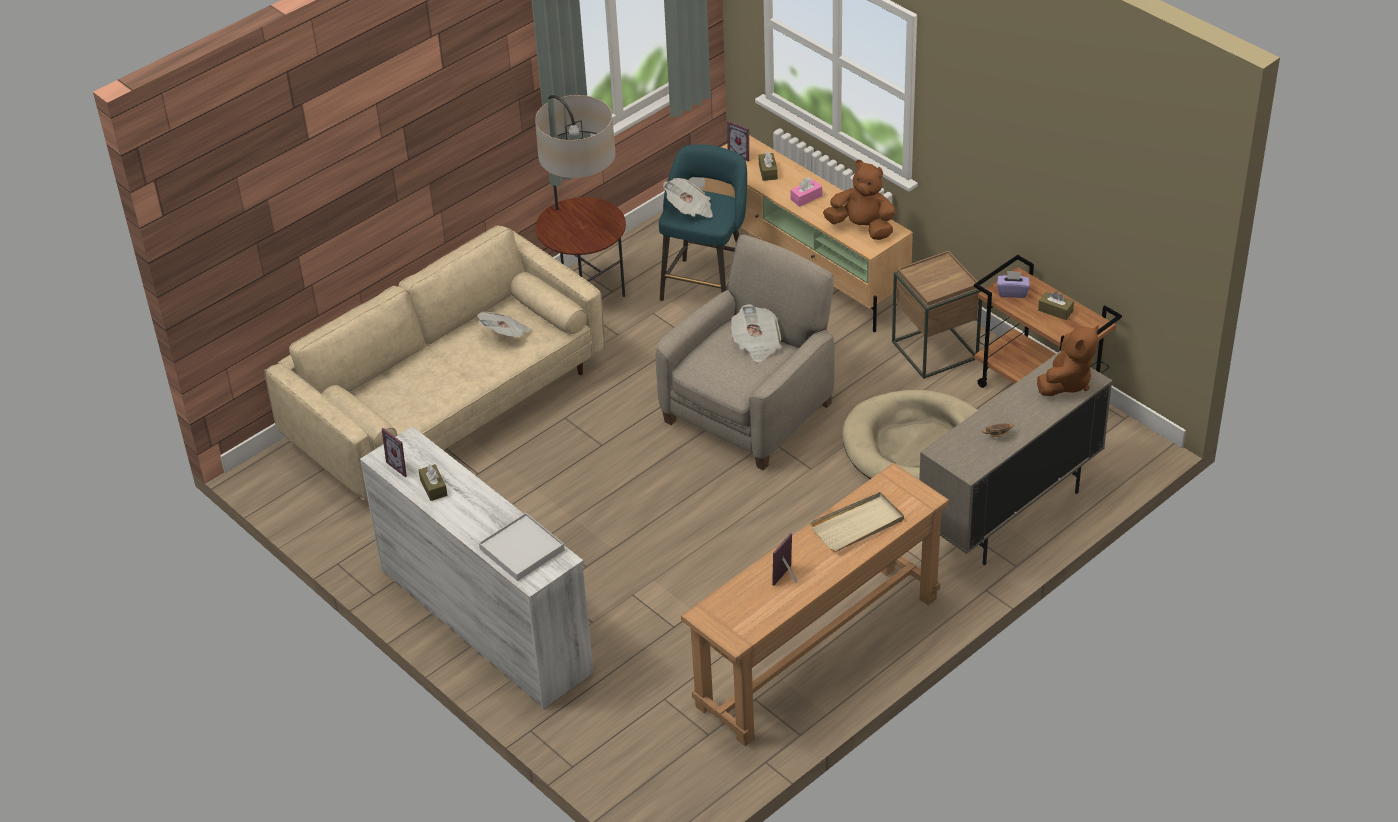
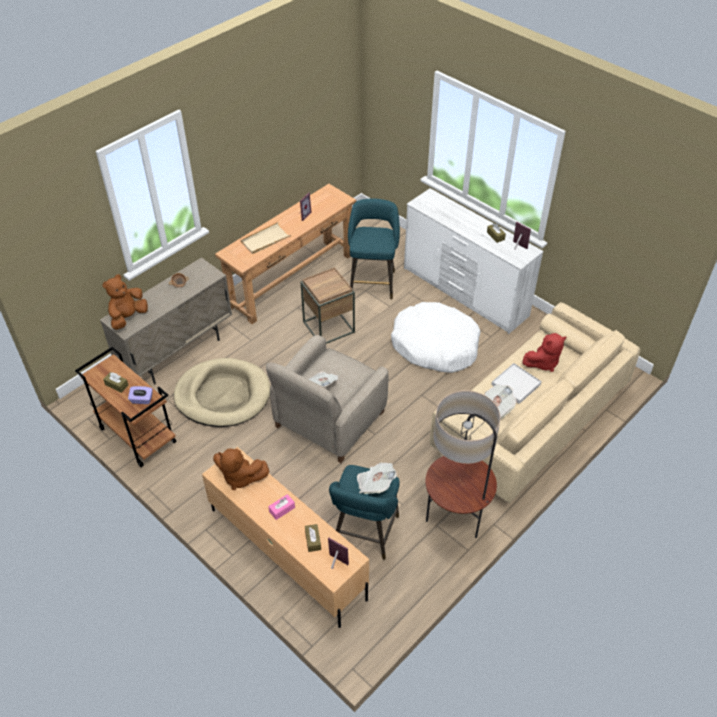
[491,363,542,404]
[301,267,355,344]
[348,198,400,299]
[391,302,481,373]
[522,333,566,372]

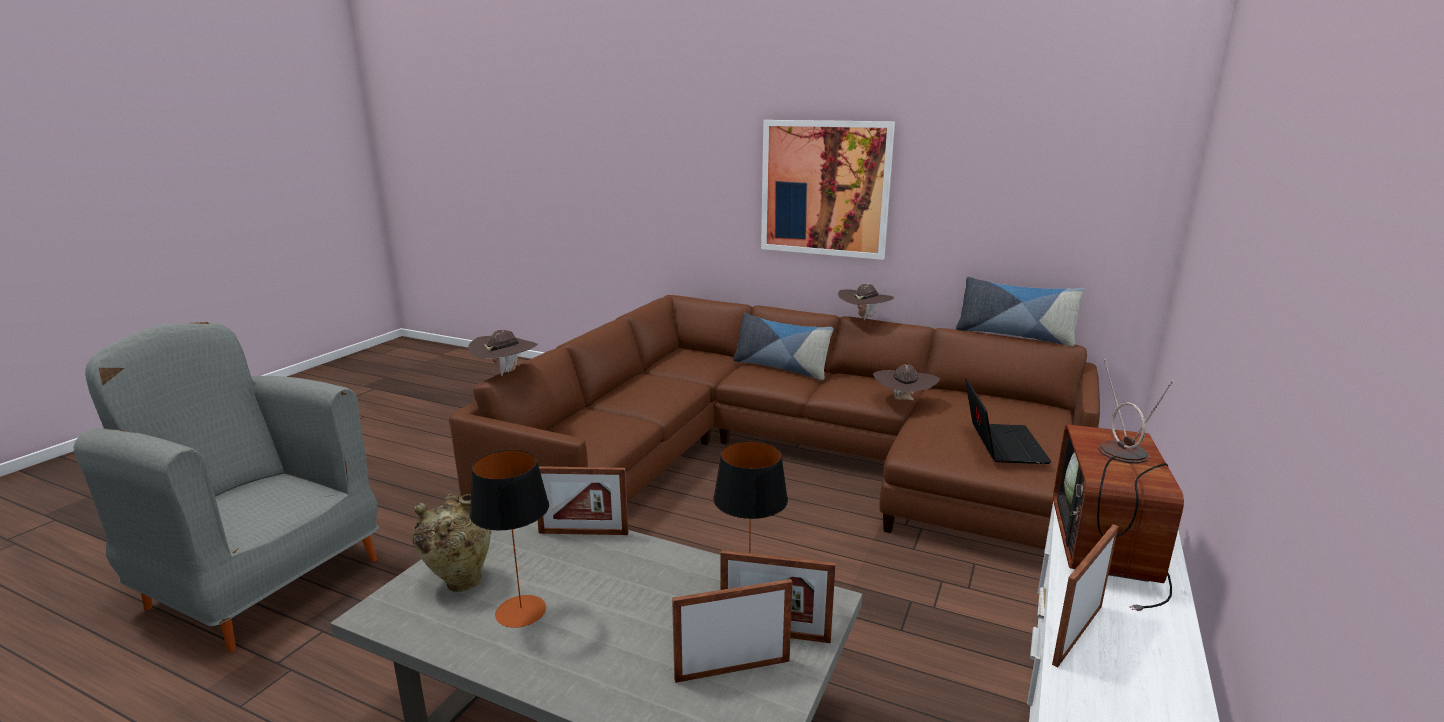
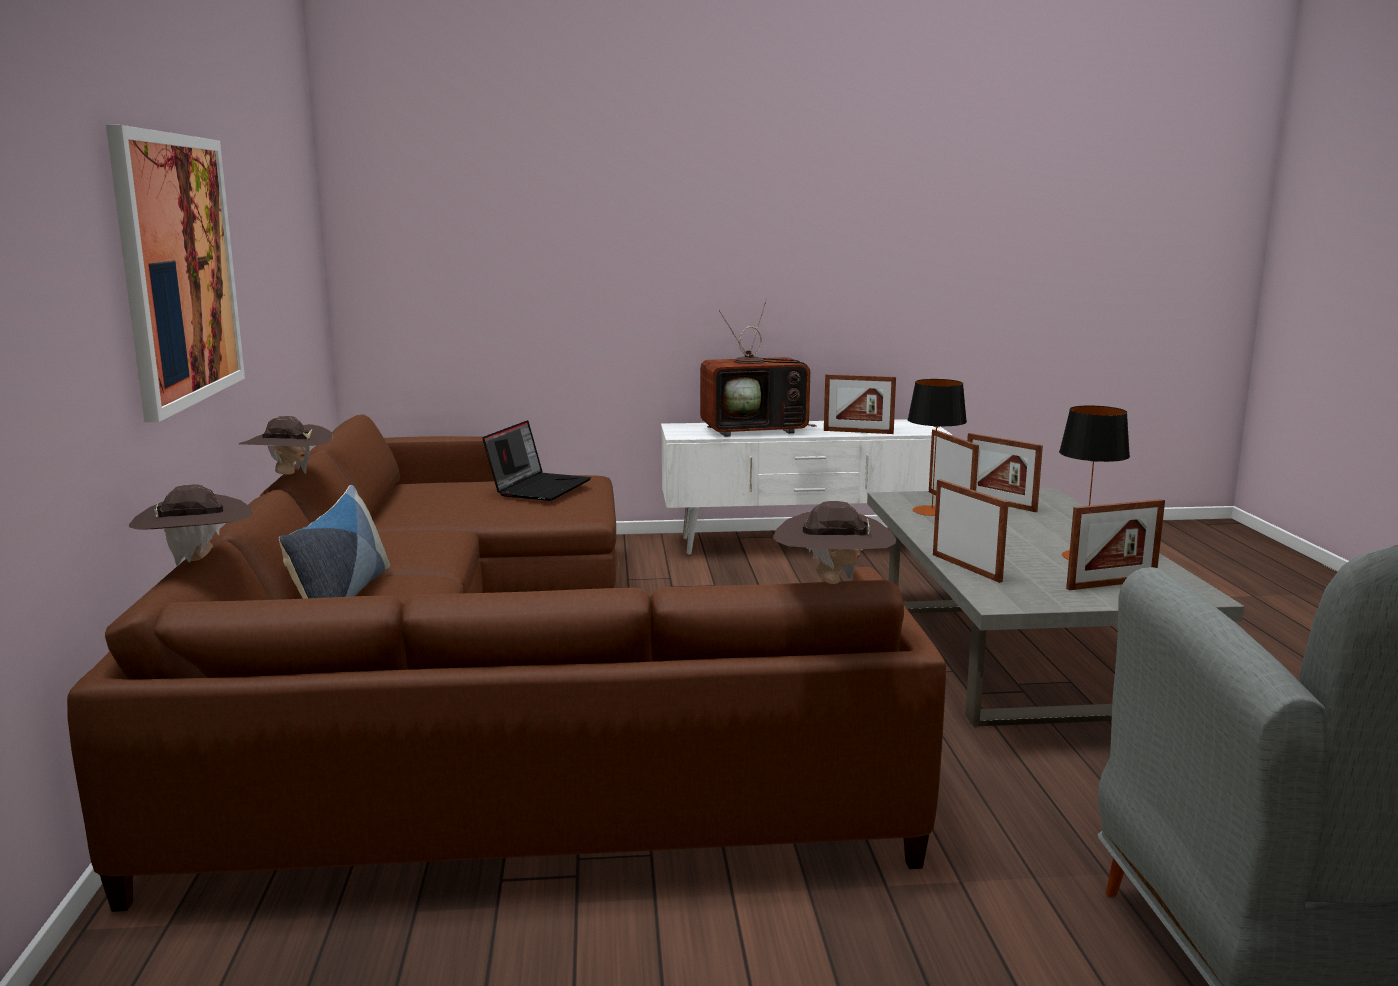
[1066,499,1165,590]
[129,484,253,566]
[956,276,1085,347] (first image)
[482,420,591,501]

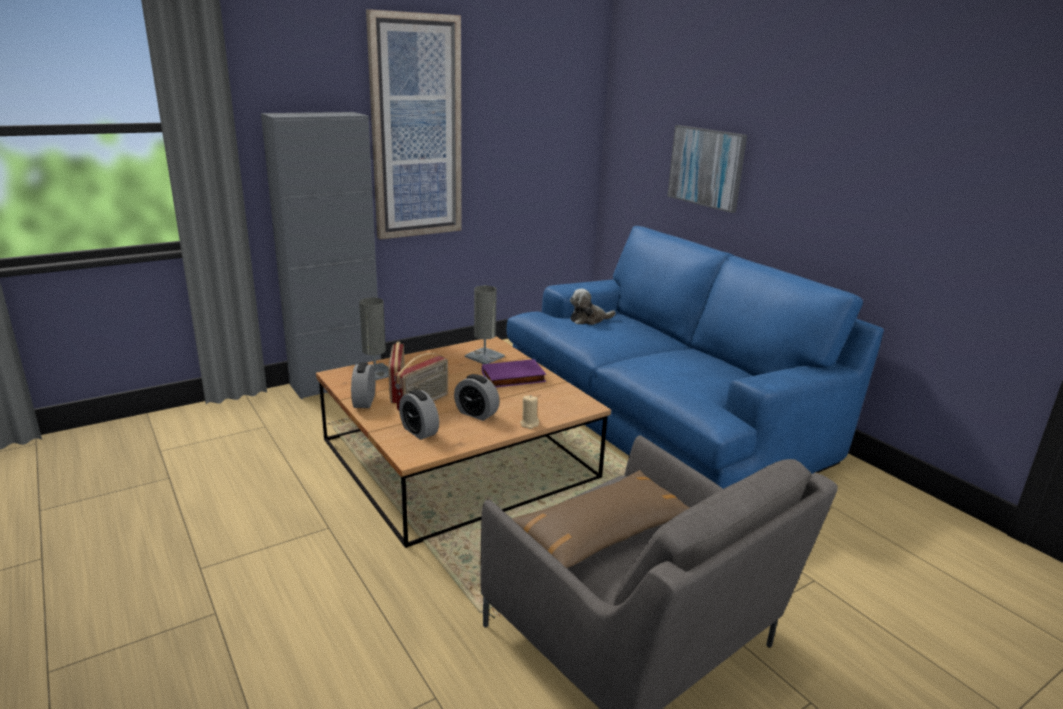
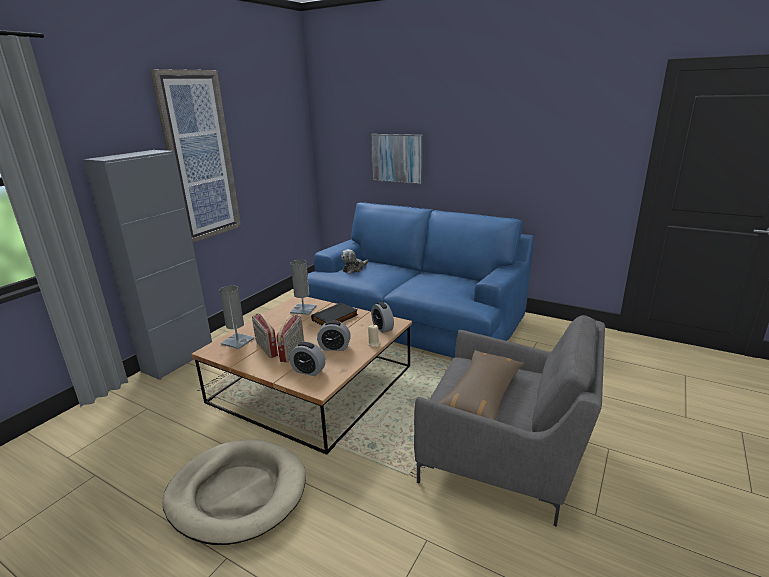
[371,302,394,333]
[311,302,358,325]
[162,439,306,545]

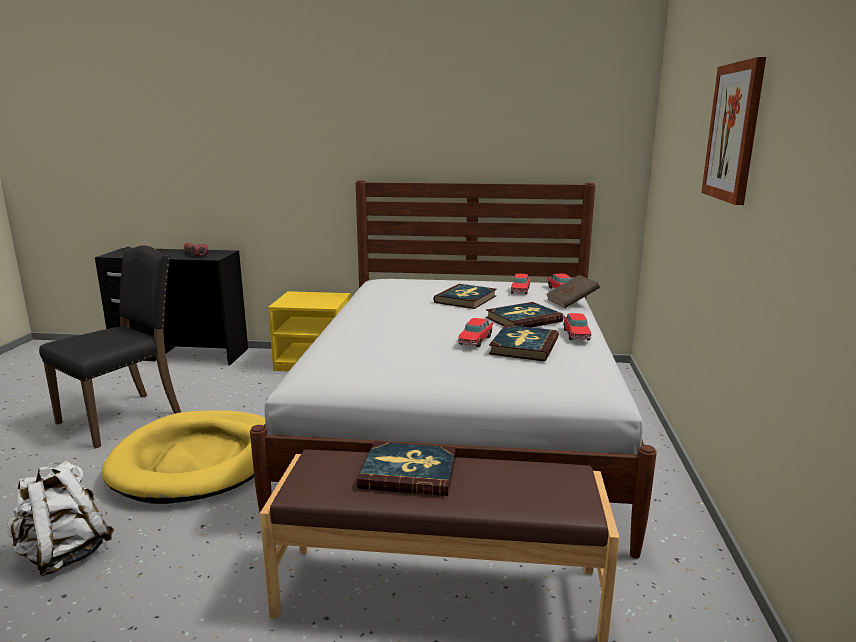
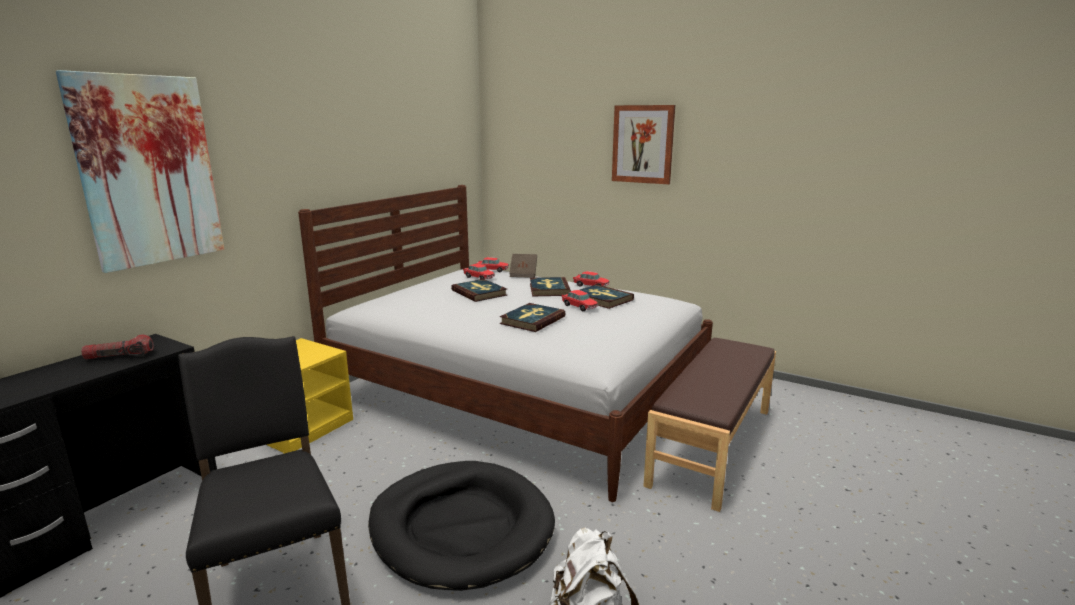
[368,461,555,591]
[500,303,566,332]
[56,70,224,273]

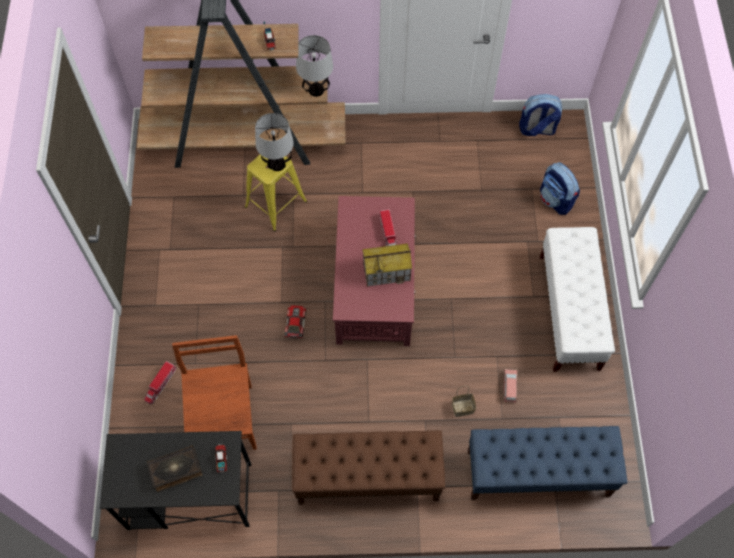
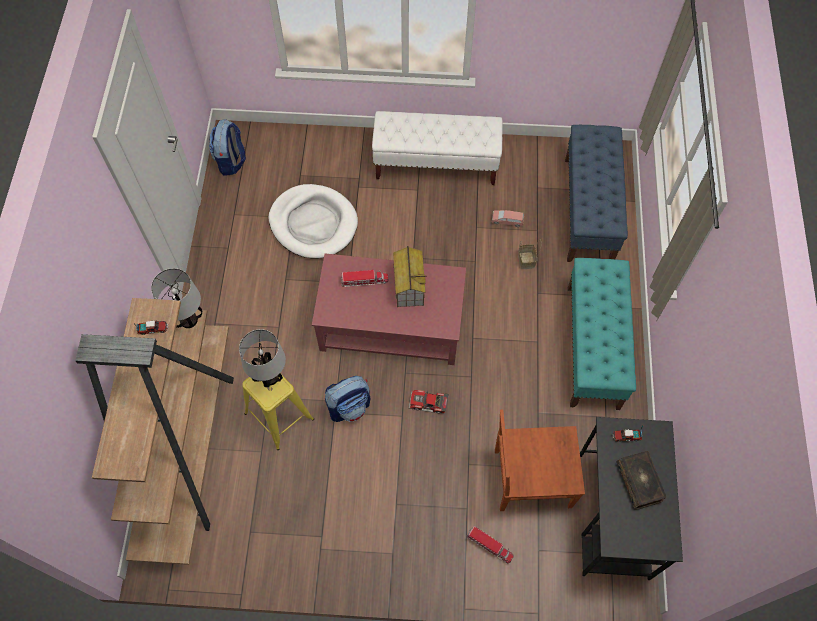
[568,258,636,410]
[325,376,370,422]
[269,184,358,259]

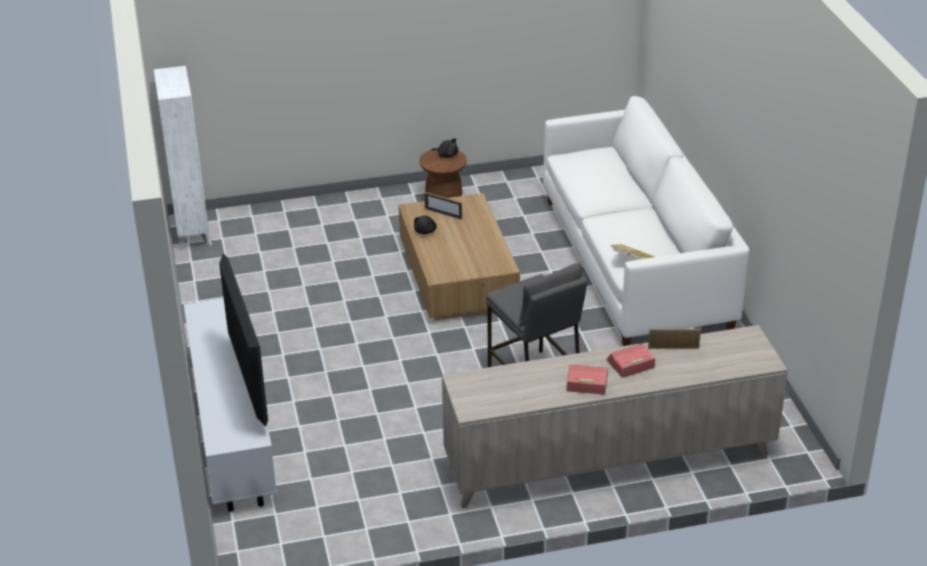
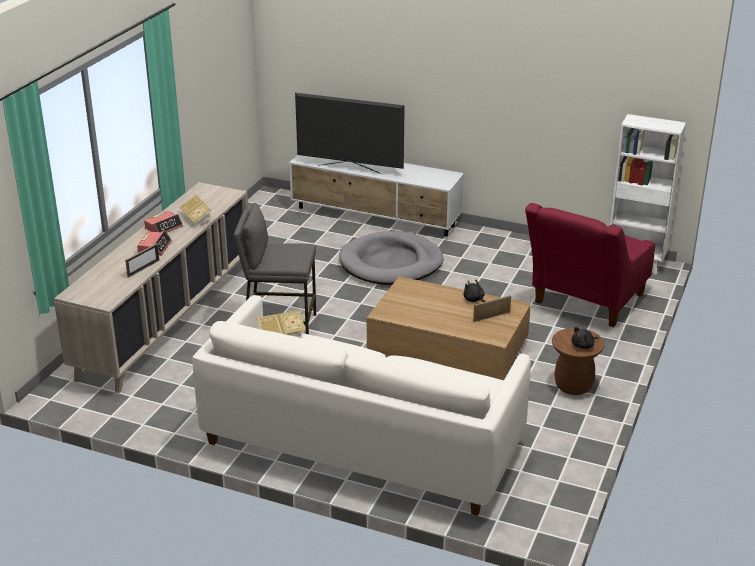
[179,194,213,227]
[339,231,444,285]
[525,203,655,327]

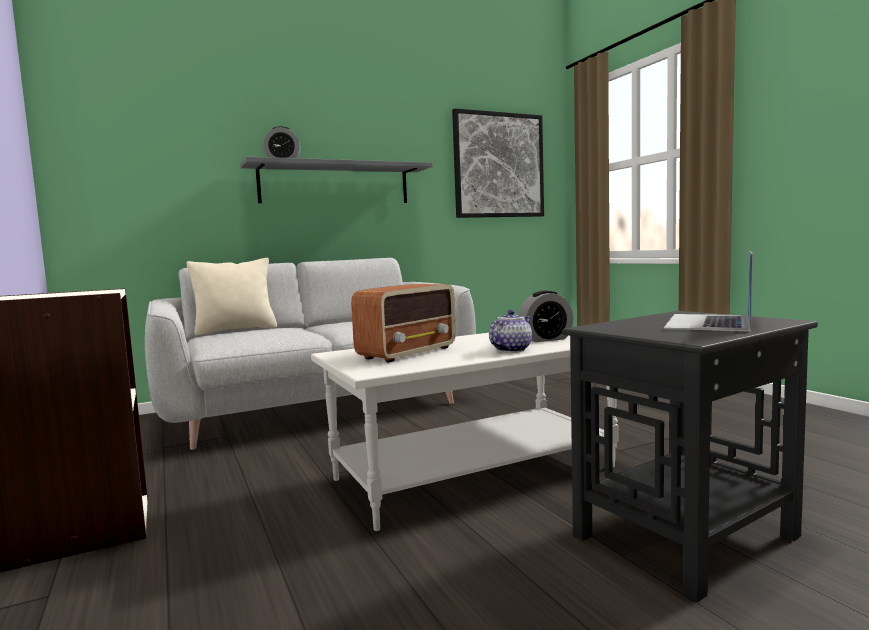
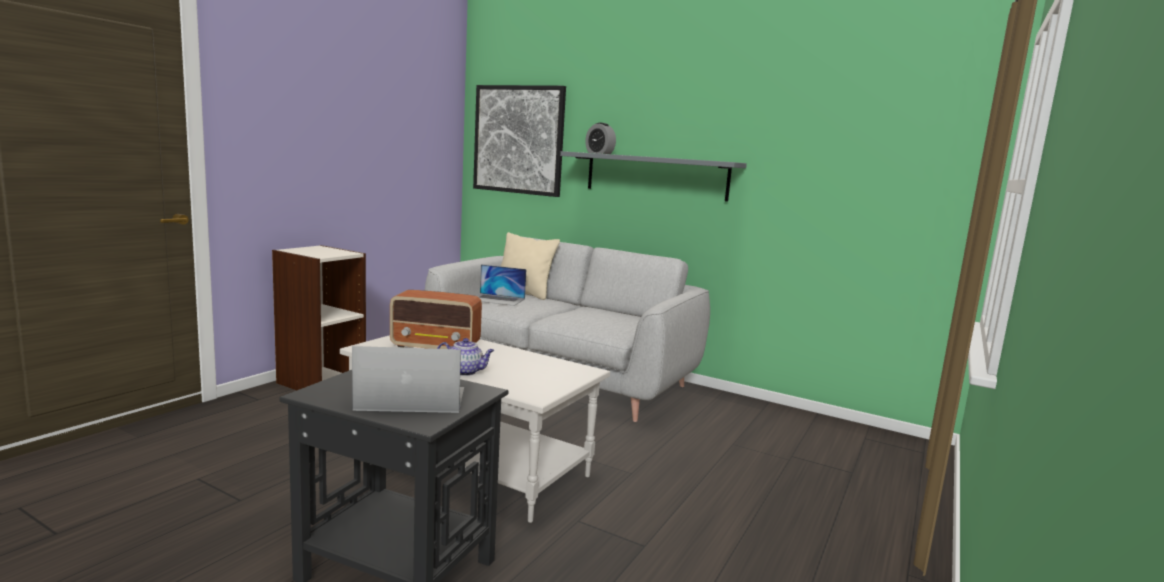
[473,85,566,197]
[518,290,573,342] (first image)
[476,264,526,306]

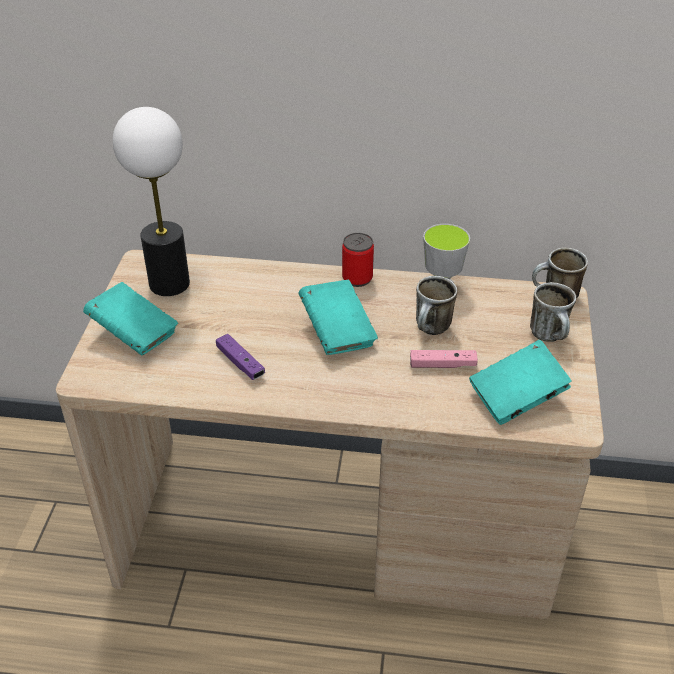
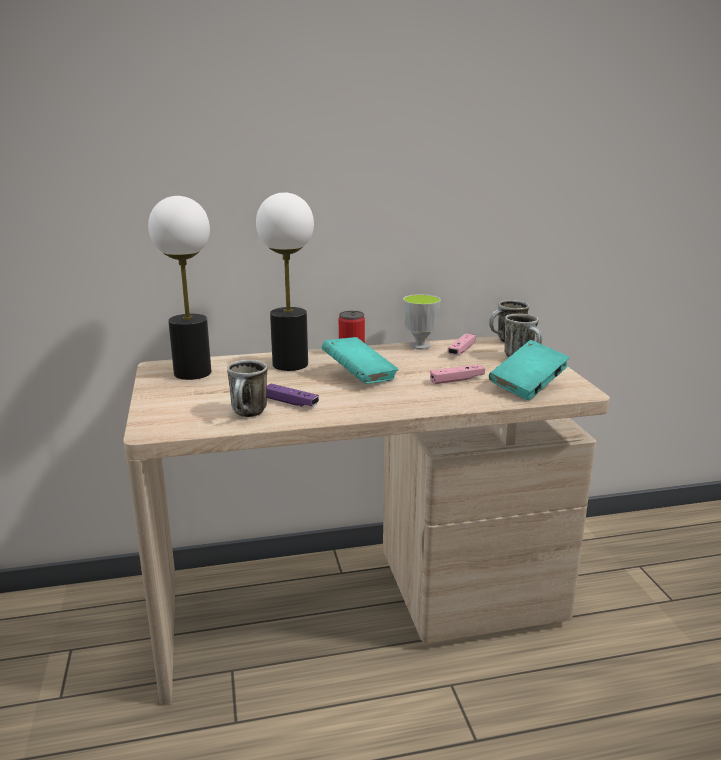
[83,282,178,356] (first image)
[227,360,267,417]
[256,192,314,371]
[447,333,476,355]

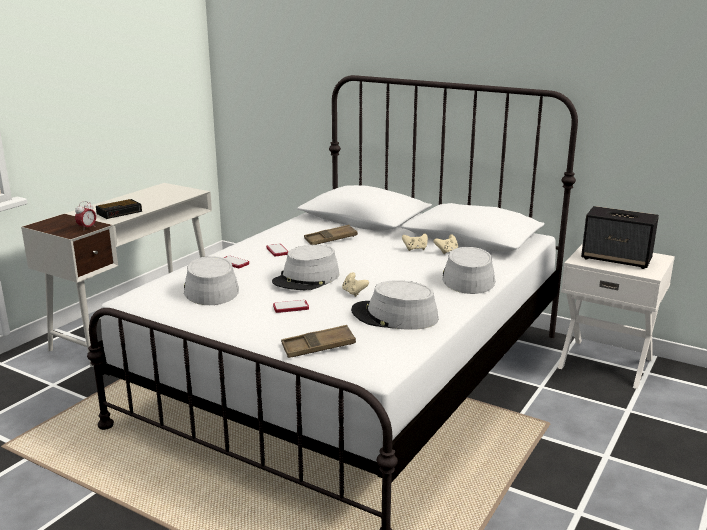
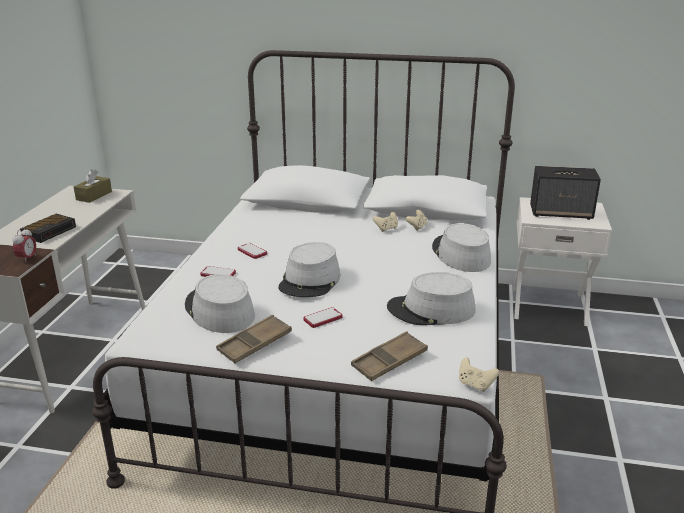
[216,315,292,363]
[459,357,499,392]
[74,169,112,203]

